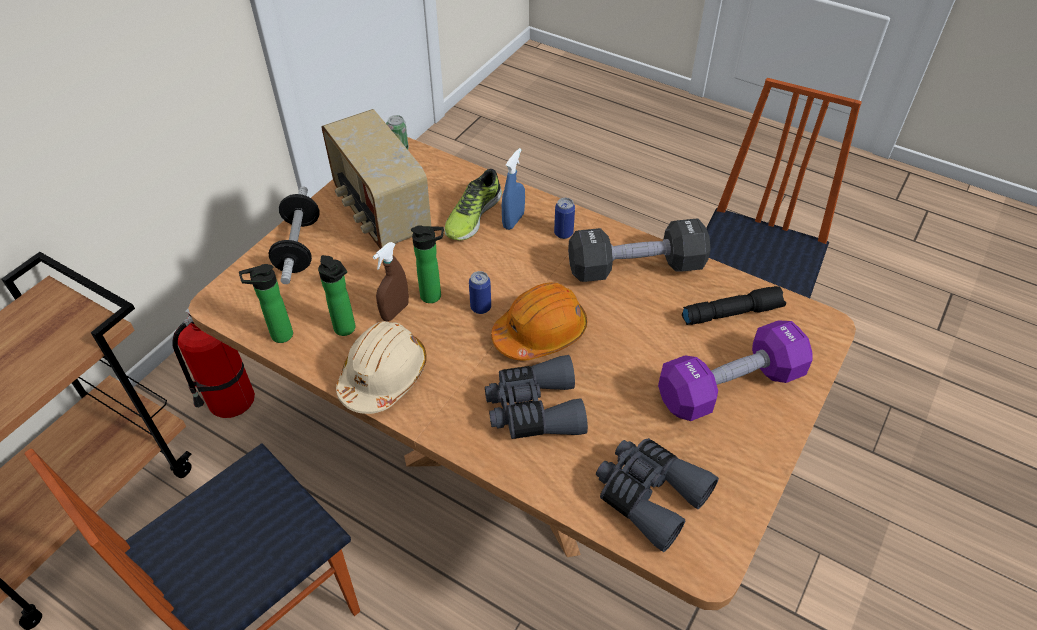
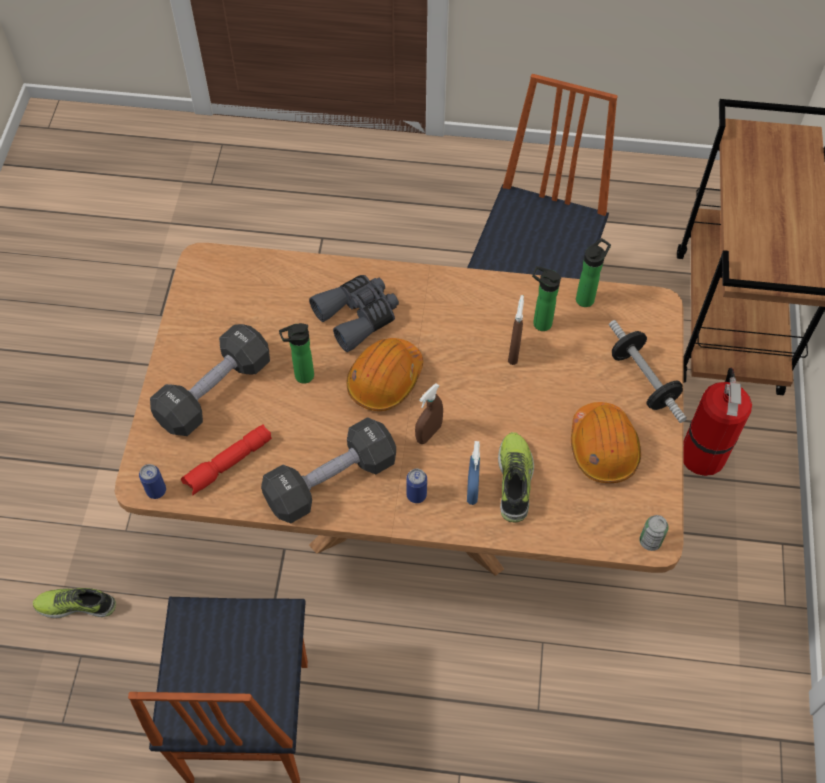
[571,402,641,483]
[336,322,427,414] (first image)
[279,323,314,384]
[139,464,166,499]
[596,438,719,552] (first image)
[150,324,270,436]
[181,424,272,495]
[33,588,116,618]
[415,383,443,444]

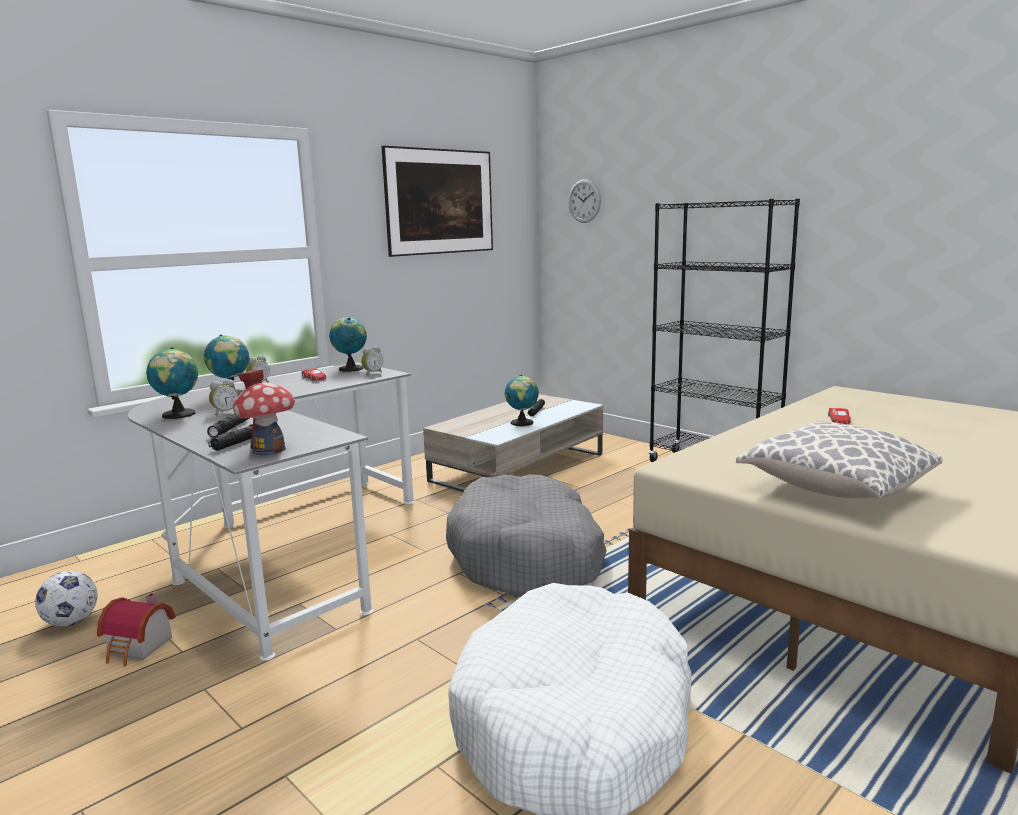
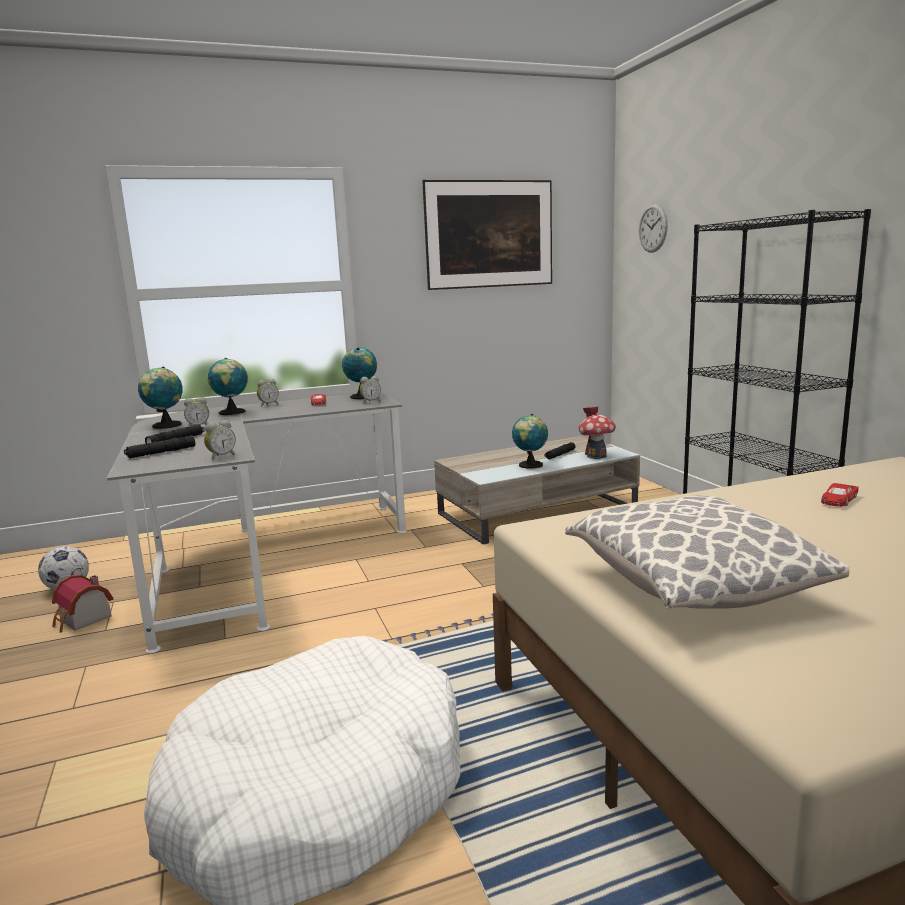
[579,406,616,459]
[446,474,607,597] (first image)
[204,420,236,460]

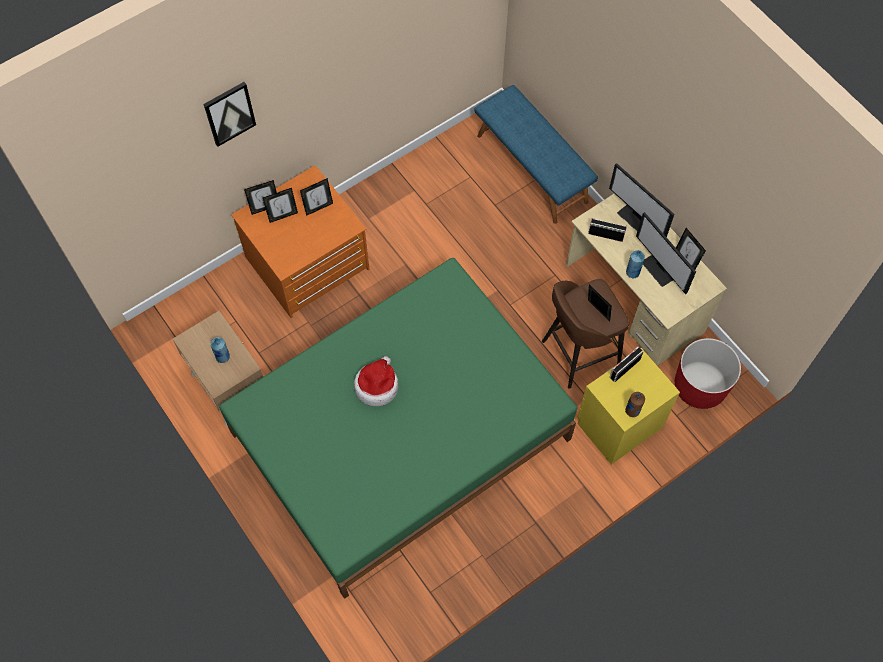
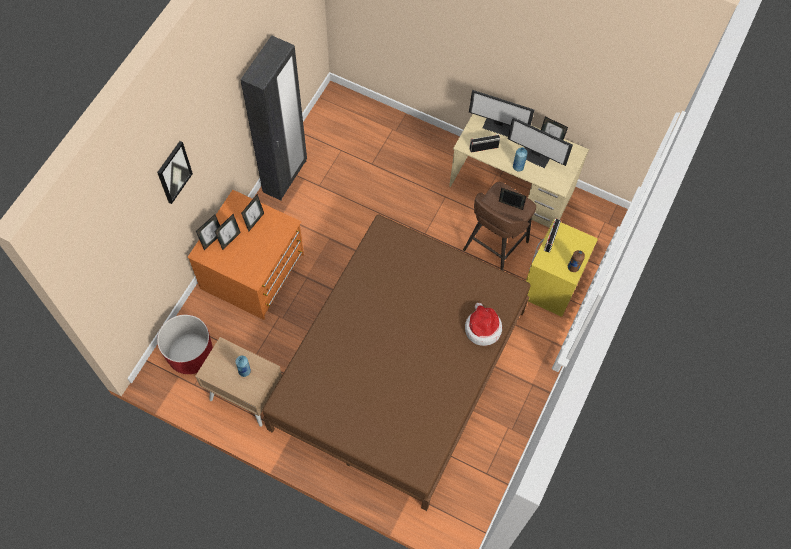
[263,215,531,511]
[465,303,502,346]
[474,85,598,224] (first image)
[157,315,213,374]
[240,35,307,200]

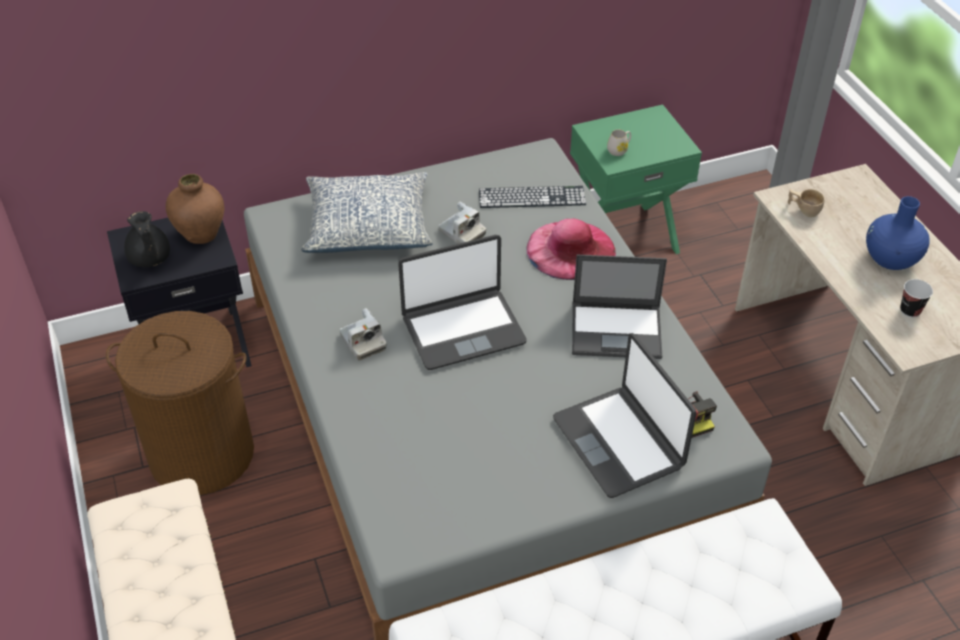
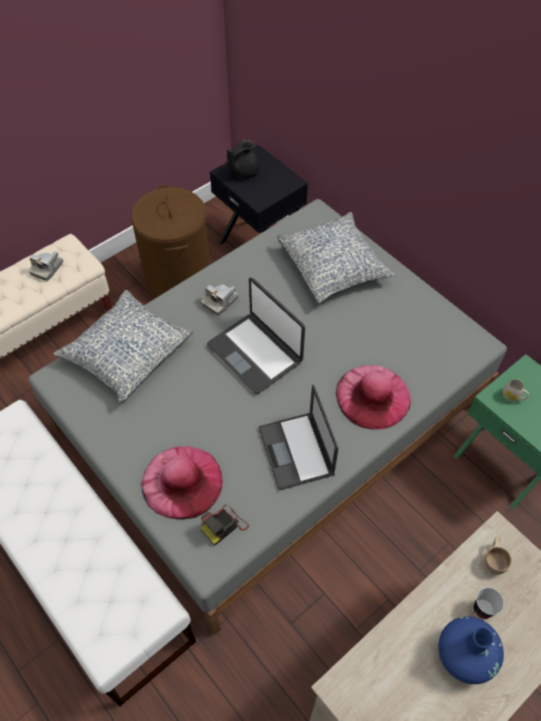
[166,174,224,244] (first image)
[29,251,63,281]
[479,186,586,208] (first image)
[142,446,223,519]
[473,587,504,619]
[54,290,193,403]

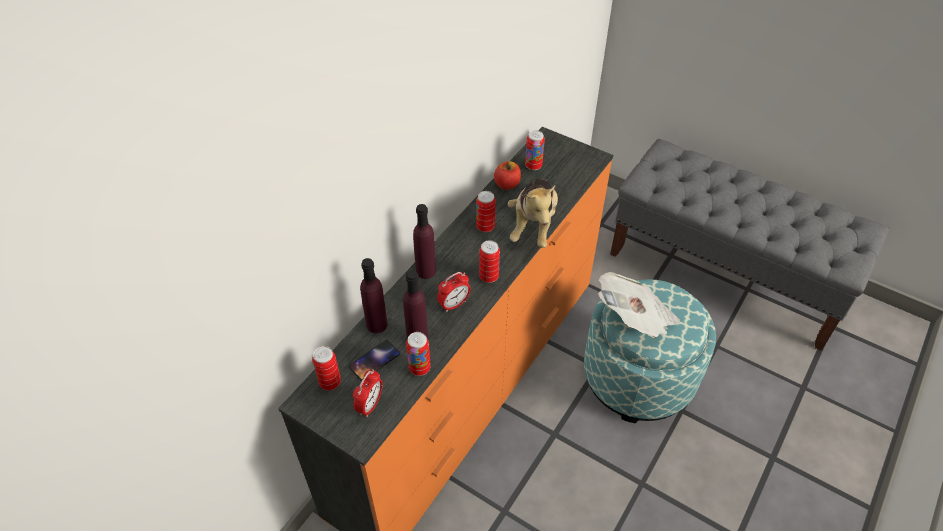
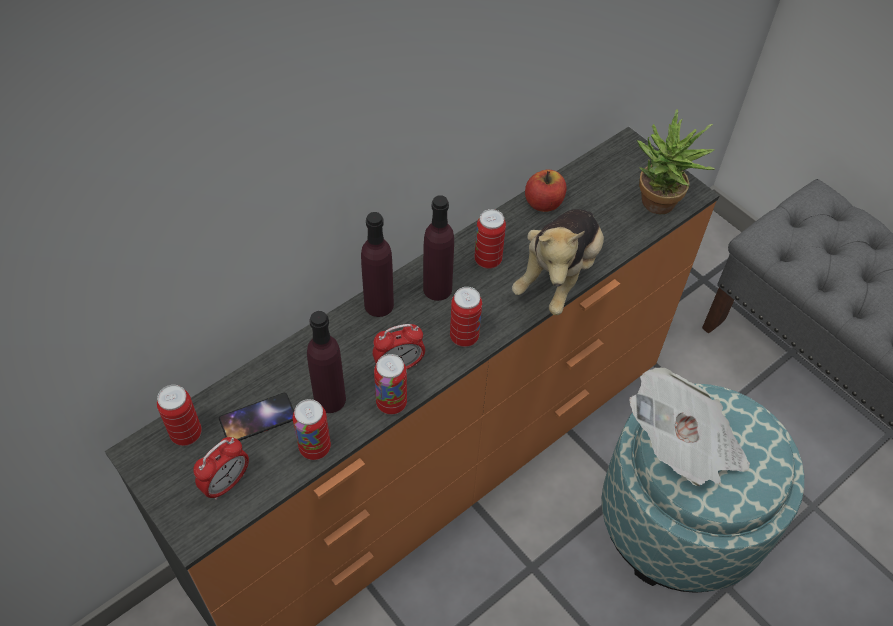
[423,195,454,301]
[374,354,407,415]
[637,109,715,214]

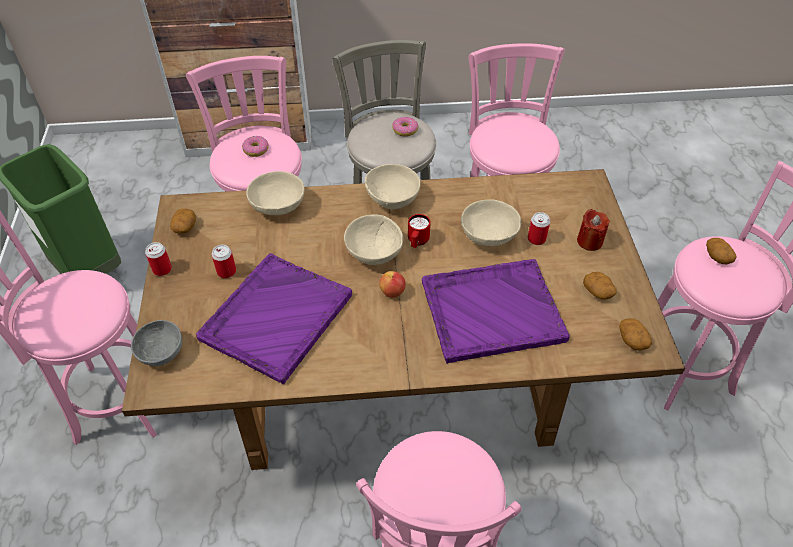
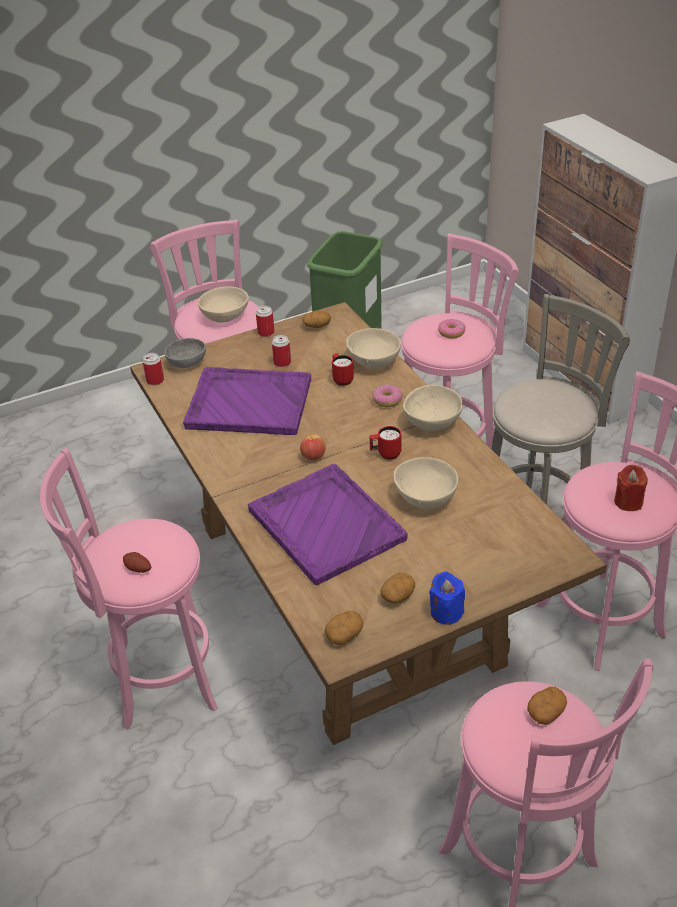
[198,286,249,323]
[372,384,402,407]
[142,353,164,385]
[614,465,648,511]
[123,552,151,573]
[332,353,354,386]
[429,572,465,625]

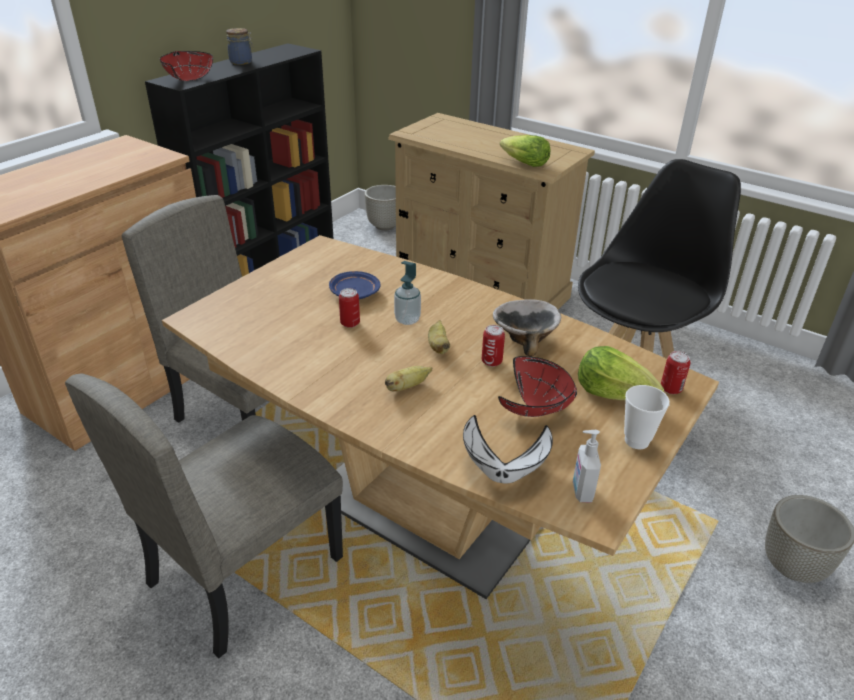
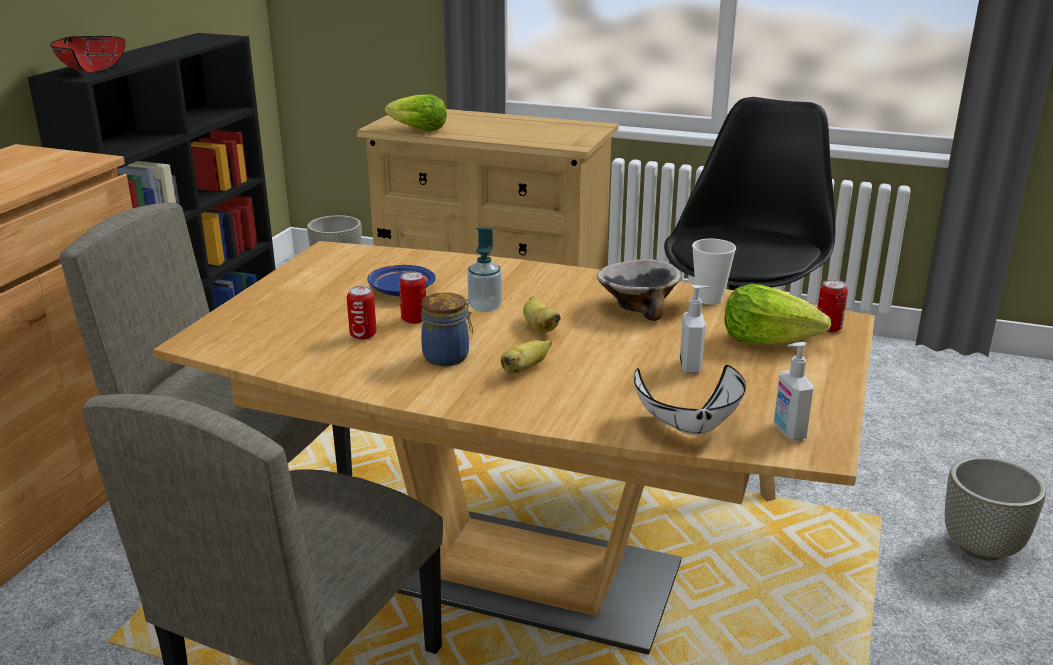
[421,292,473,366]
[347,286,377,340]
[680,285,709,373]
[385,94,447,131]
[692,239,736,305]

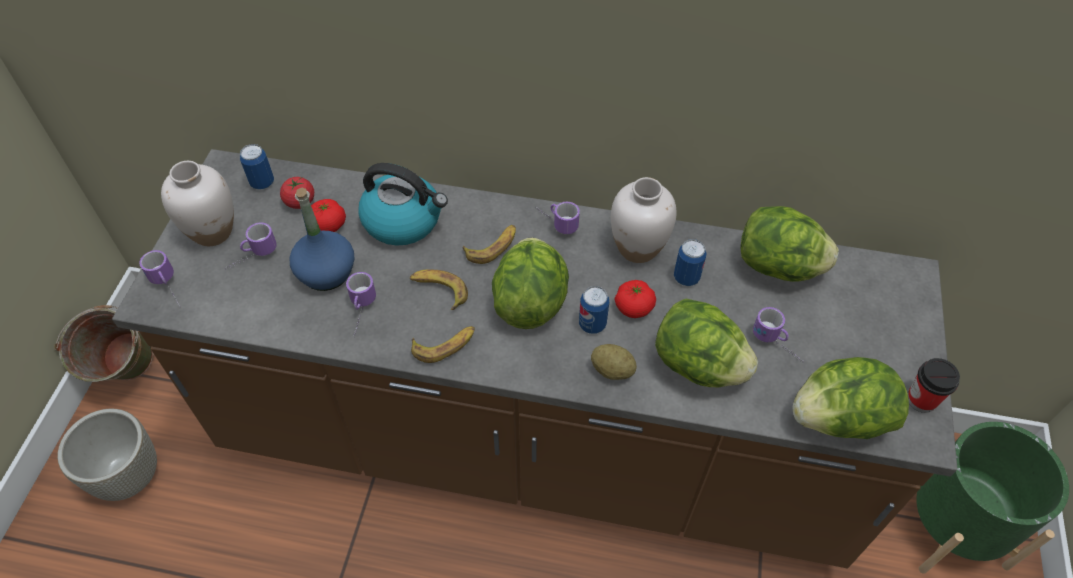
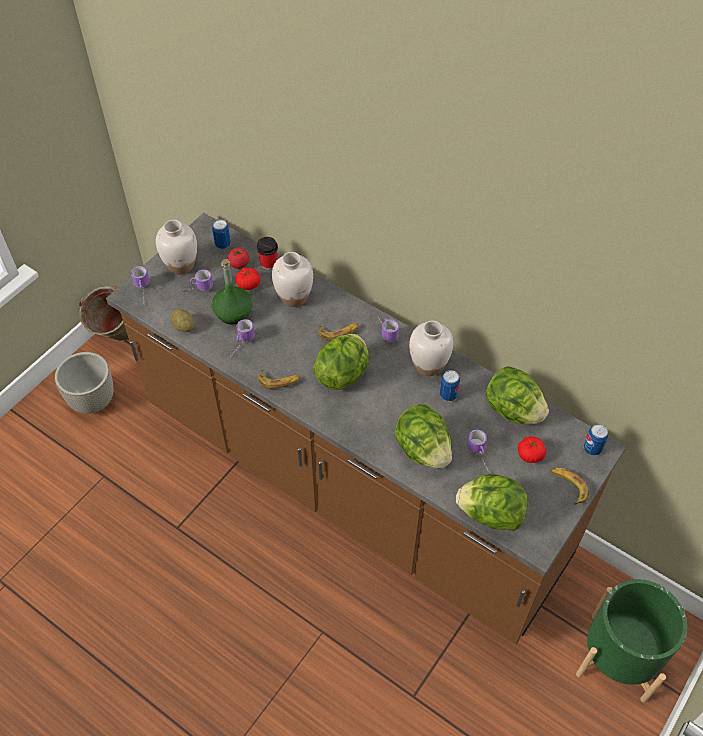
[212,259,253,325]
[272,252,313,307]
[551,468,589,505]
[584,424,608,456]
[171,309,194,332]
[518,436,546,463]
[256,237,278,270]

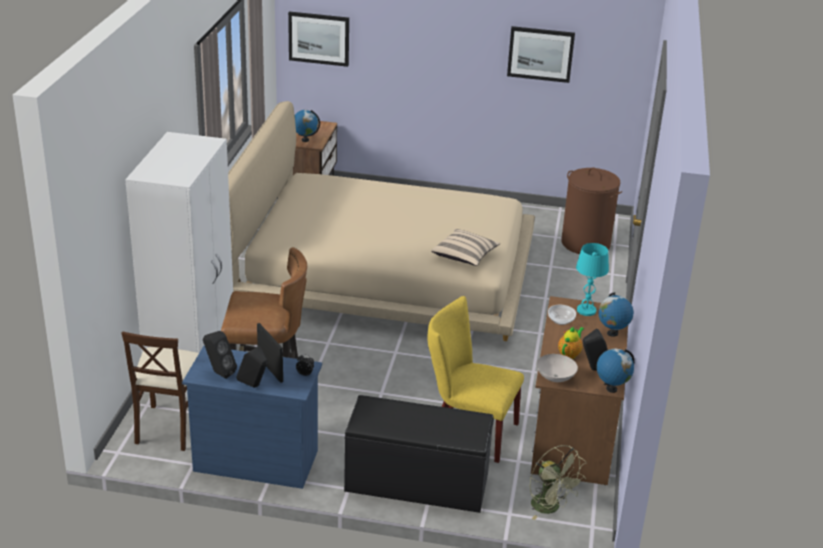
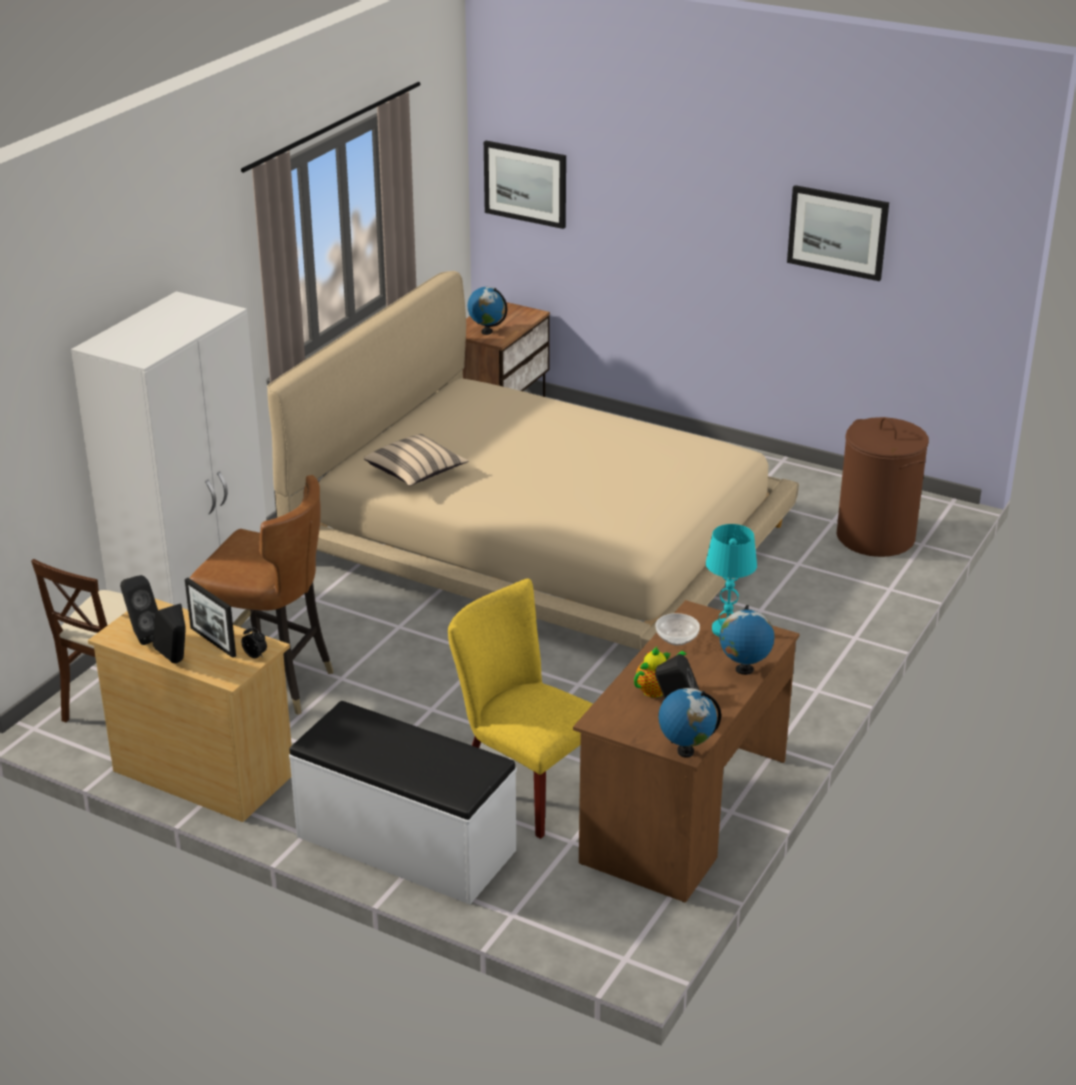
[88,599,292,822]
[185,578,236,658]
[289,701,517,905]
[364,434,469,486]
[530,445,586,520] (first image)
[536,354,578,382] (first image)

